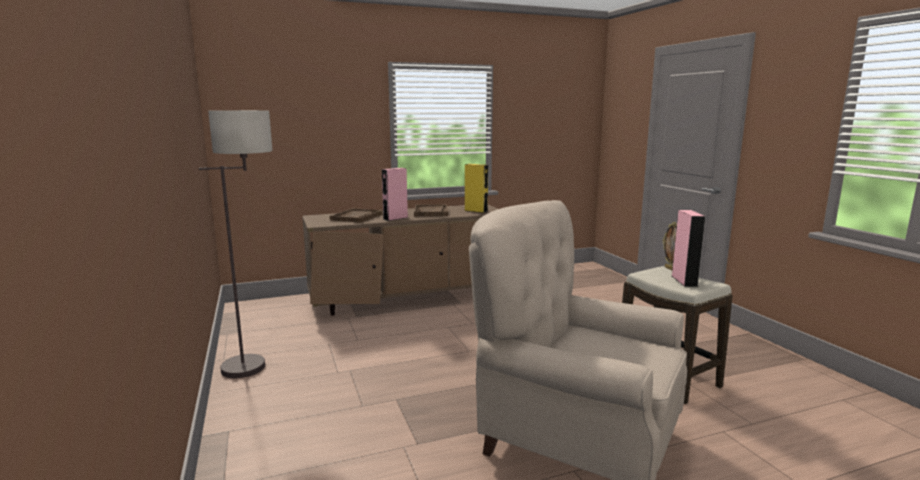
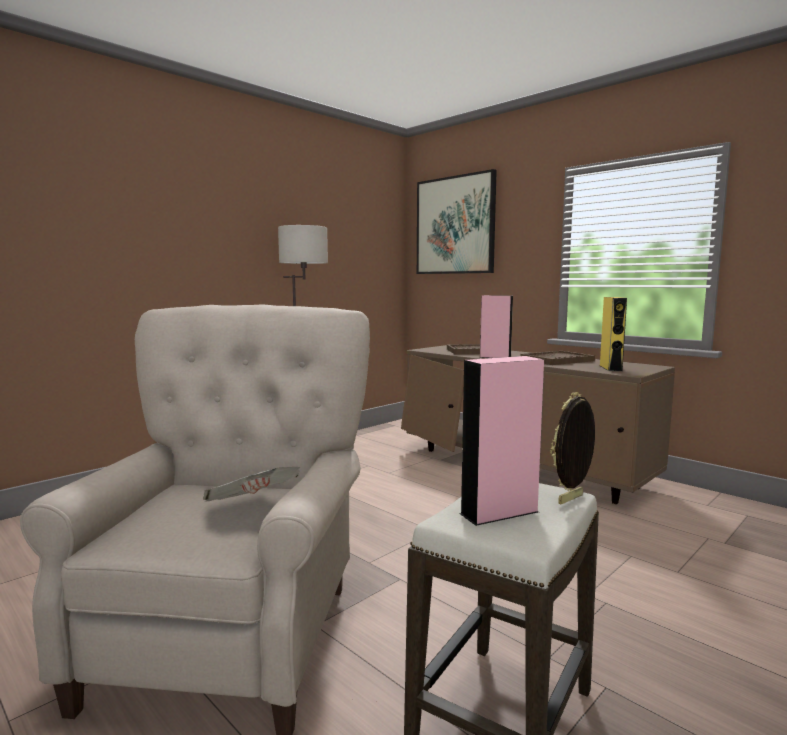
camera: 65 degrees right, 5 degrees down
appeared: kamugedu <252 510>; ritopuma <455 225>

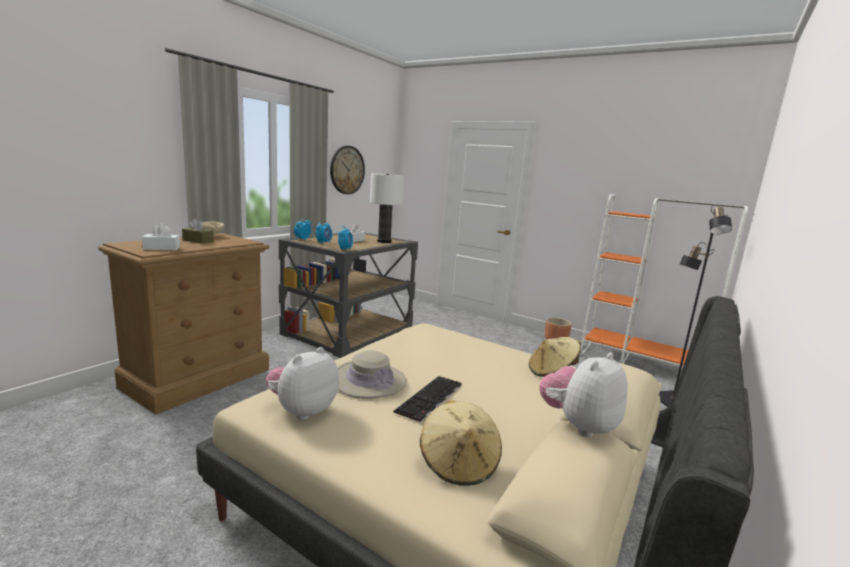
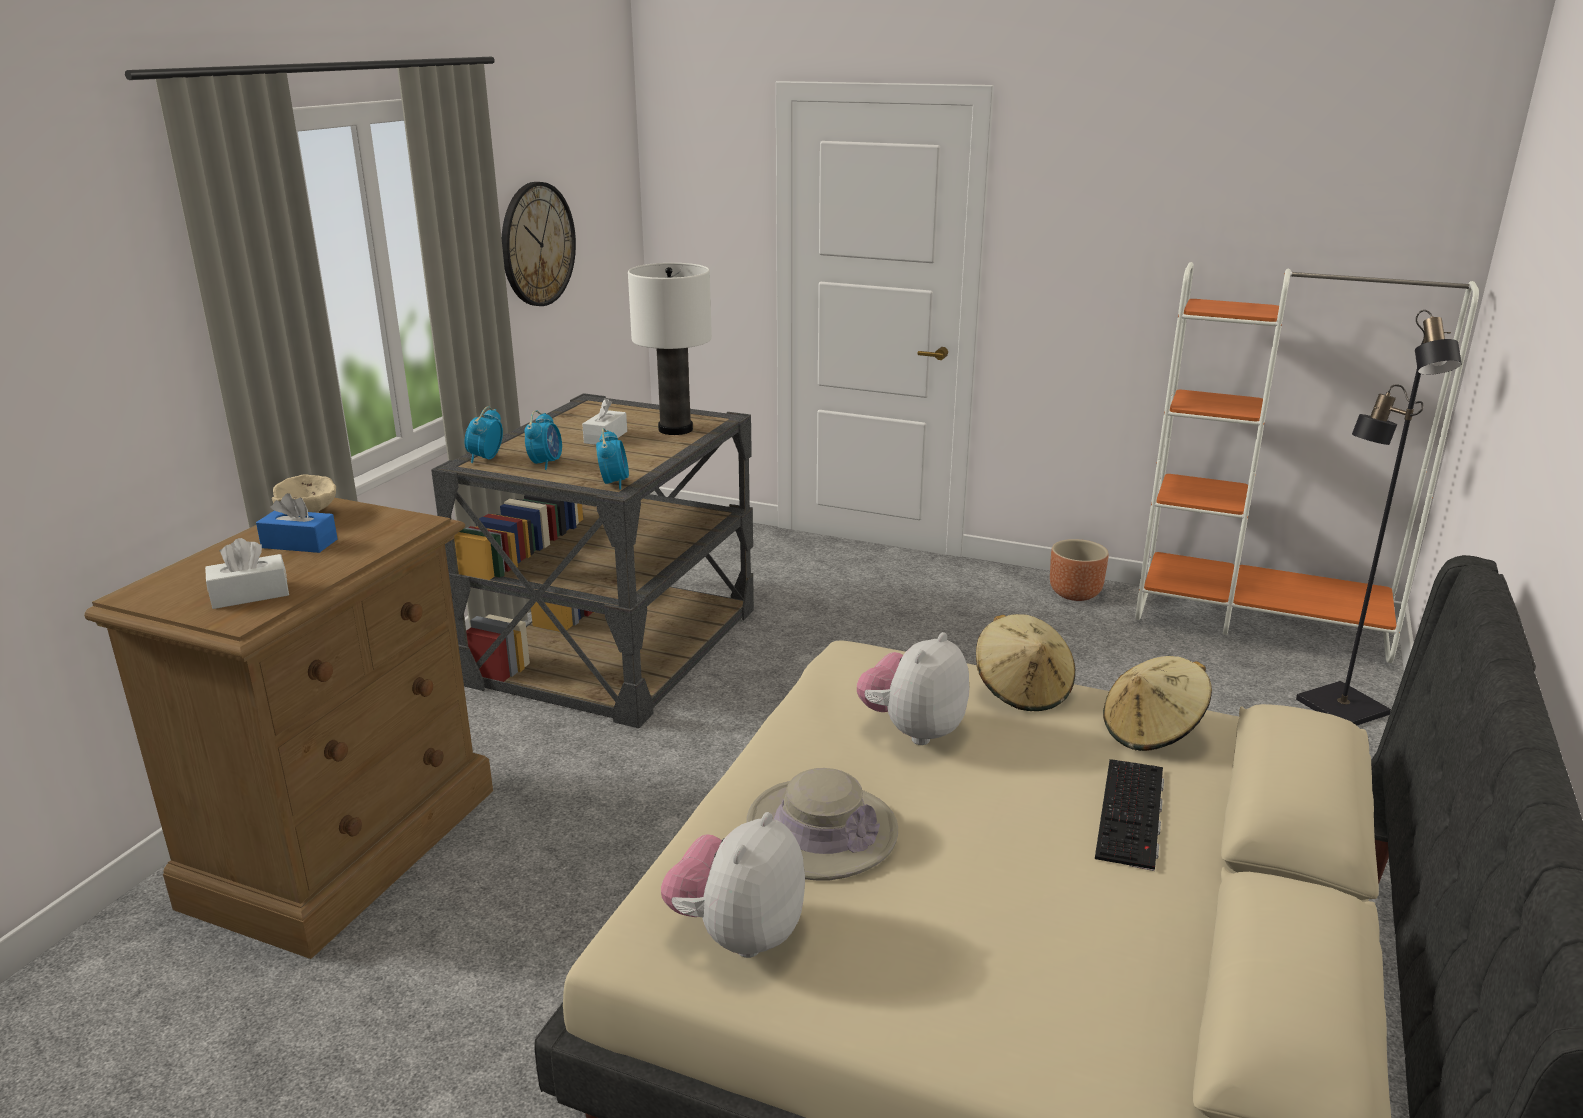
camera: 10 degrees left, 10 degrees up
relocated: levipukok <578 425> to <913 730>; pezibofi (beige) <459 463> to <1022 690>; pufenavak <430 398> to <1133 814>
colour: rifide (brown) <198 241> to rifide (blue) <299 543>

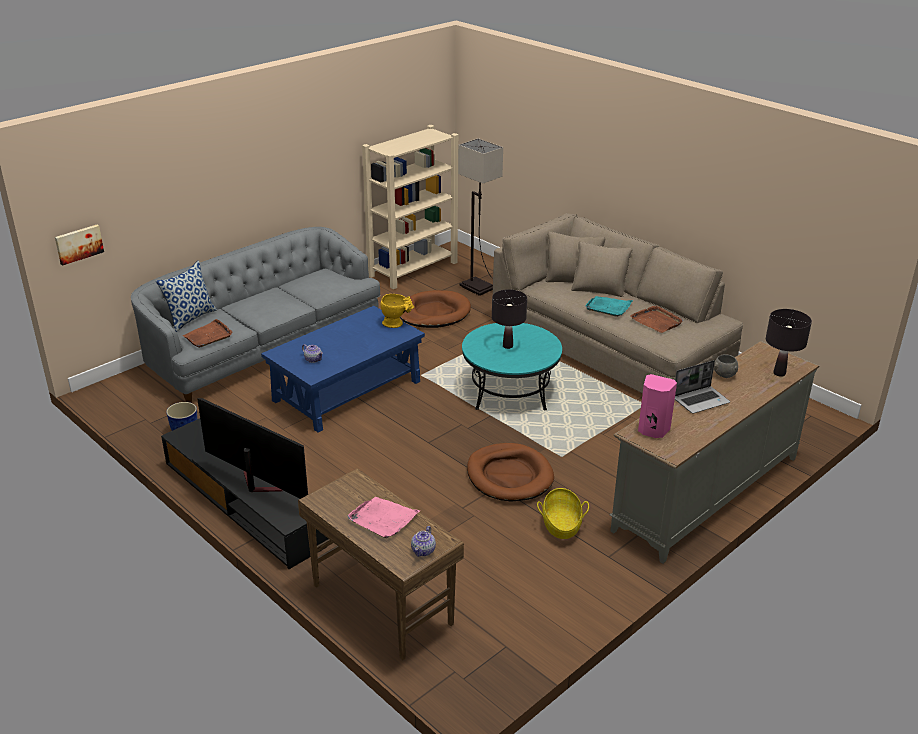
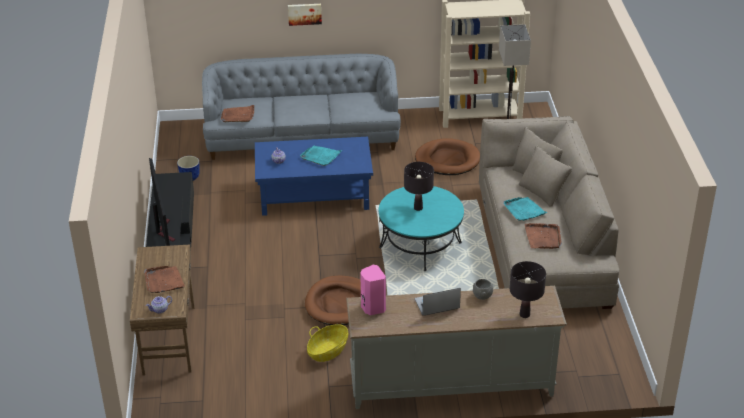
camera: 40 degrees right, 5 degrees up
missing: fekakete <191 318>; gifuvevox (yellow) <396 324>
appeared: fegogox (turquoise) <320 156>
relocated: ritopuma <78 244> to <304 13>
colour: fegogox (pink) <383 519> to fegogox (brown) <163 281>
spun: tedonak <701 400> = <436 305> 150 degrees clockwise

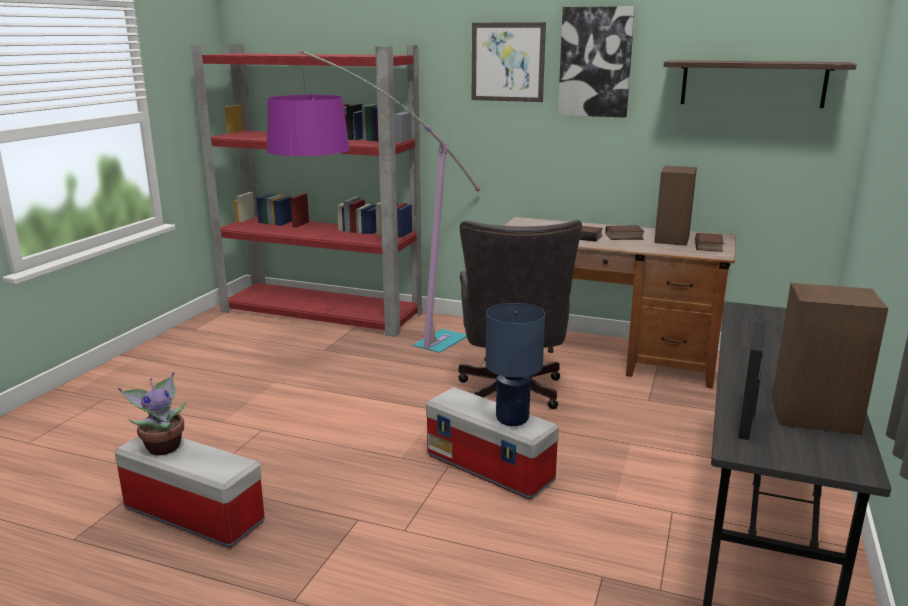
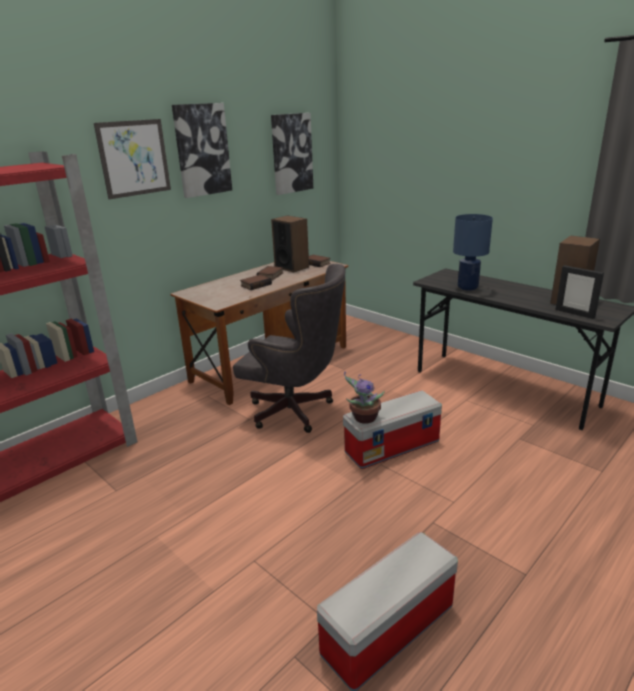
camera: 65 degrees left, 5 degrees up
missing: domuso <382 373>
relocated: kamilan <163 446> to <363 418>; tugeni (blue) <512 421> to <467 288>
exchanged: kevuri <752 83> to ritopuma <291 153>

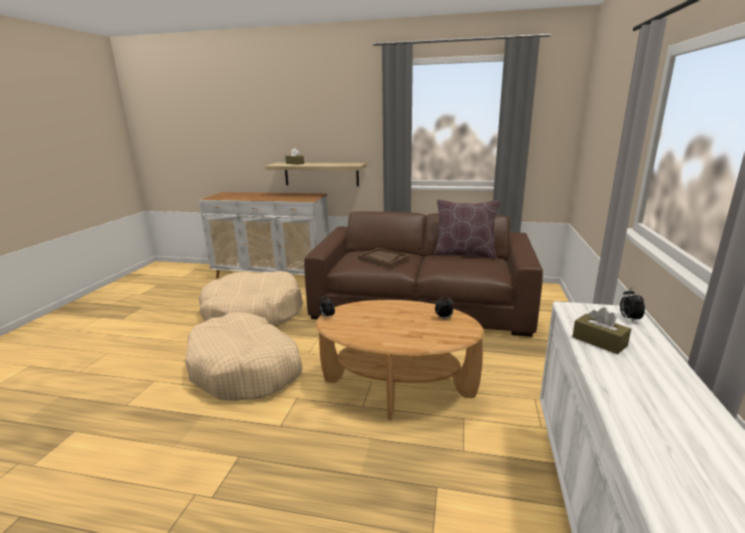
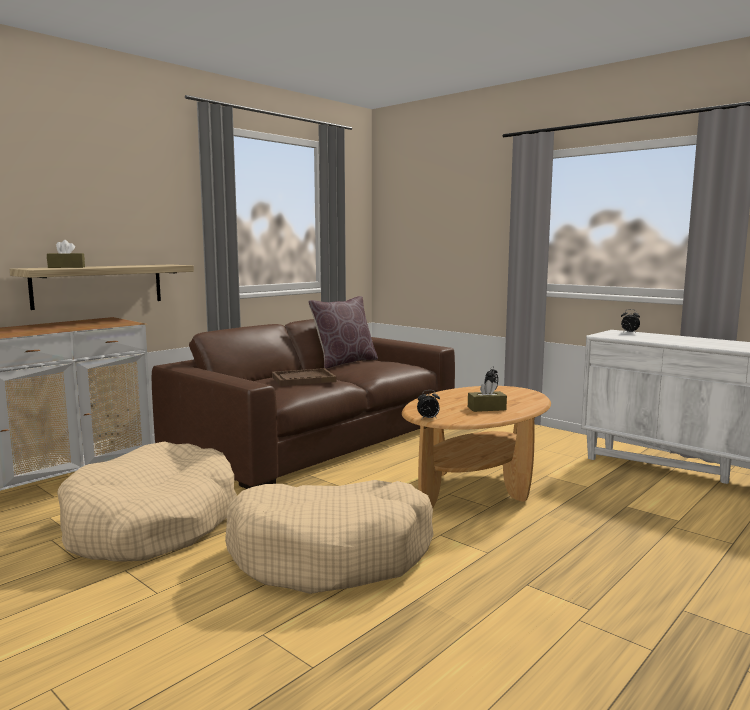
camera: 60 degrees left, 10 degrees down
relocated: rifide (brown) <599 341> to <486 408>

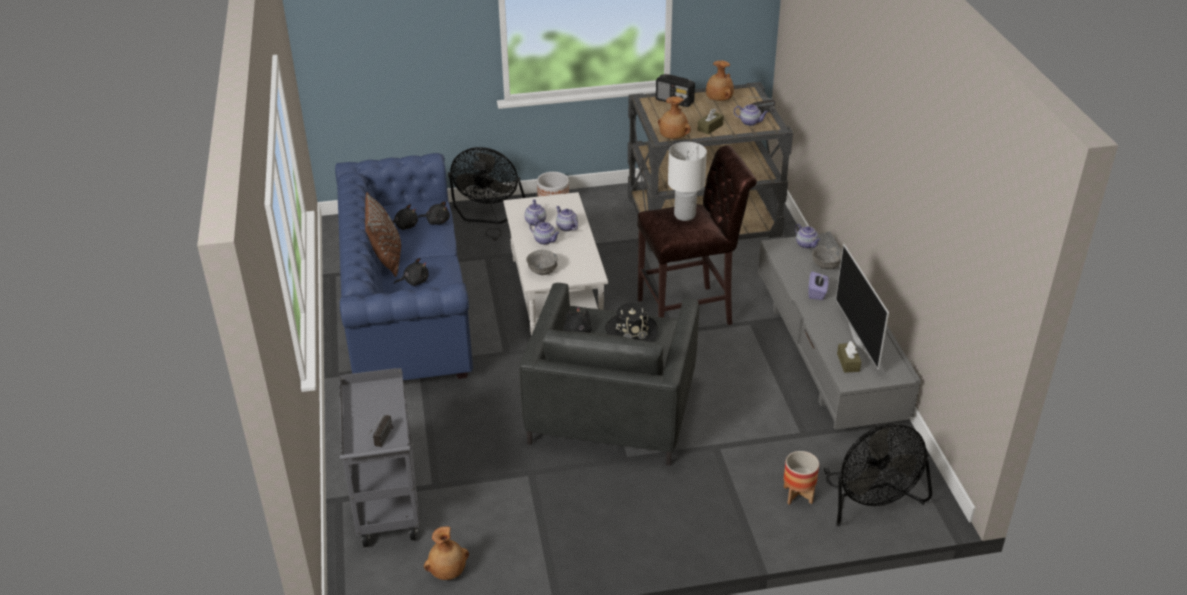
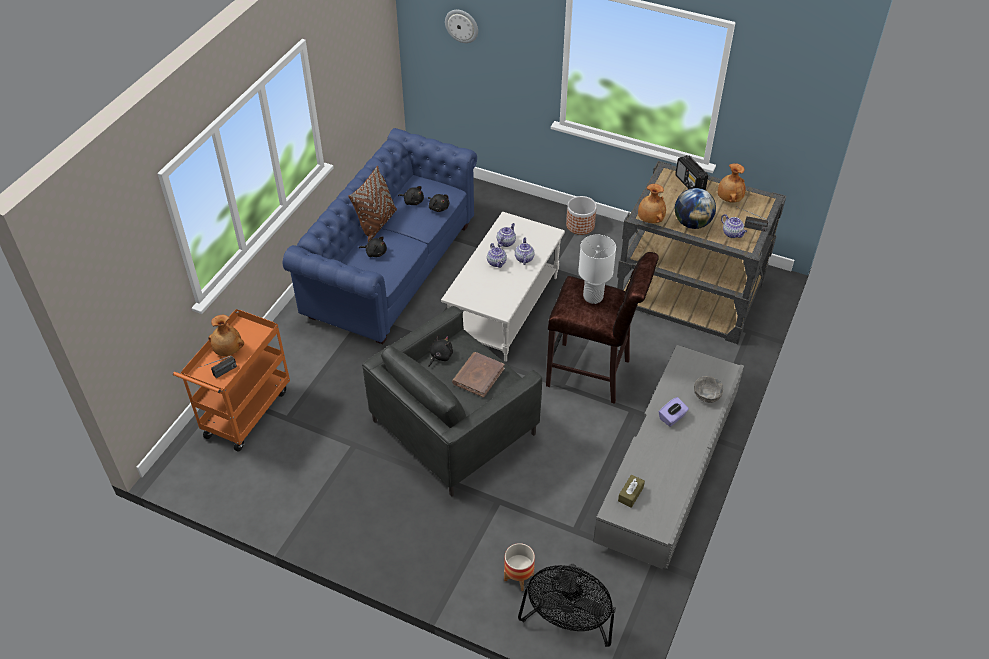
camera: 35 degrees right, 10 degrees up
missing: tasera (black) <487 217>; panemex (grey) <543 270>; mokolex <806 244>; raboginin <860 340>
appeared: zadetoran <462 25>
relocated: gifuvevox (brown) <448 572> to <228 350>
exchanged: pezibofi (black) <631 331> to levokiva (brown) <478 376>; rifide (brown) <710 127> to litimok <692 223>
colour: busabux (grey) <387 506> to busabux (orange) <246 416>

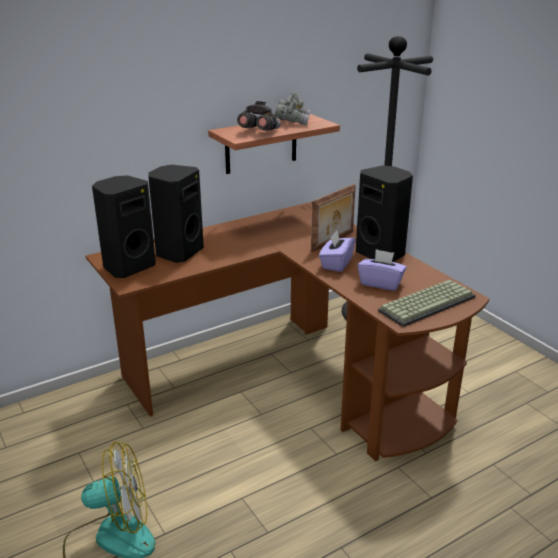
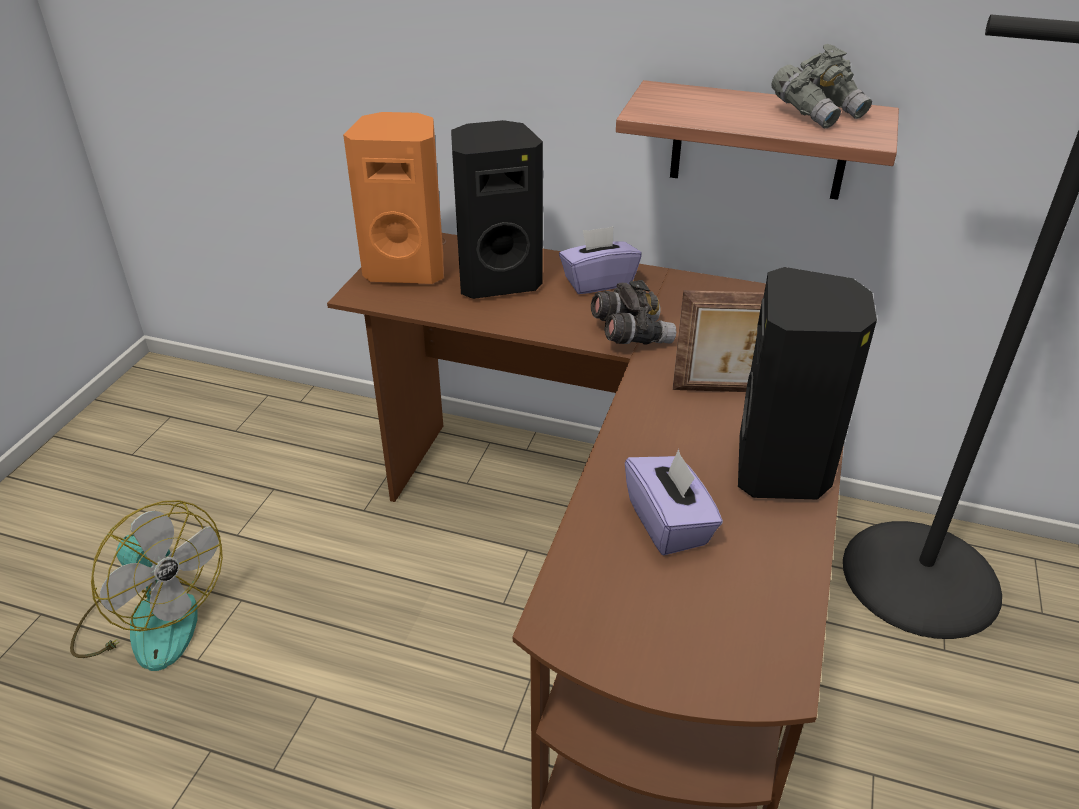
camera: 50 degrees right, 10 degrees up
missing: pufenavak <427 303>
relocated: rifide (purple) <336 263> to <598 282>; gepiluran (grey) <259 131> to <630 335>
colour: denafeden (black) <128 267> to denafeden (orange) <407 268>

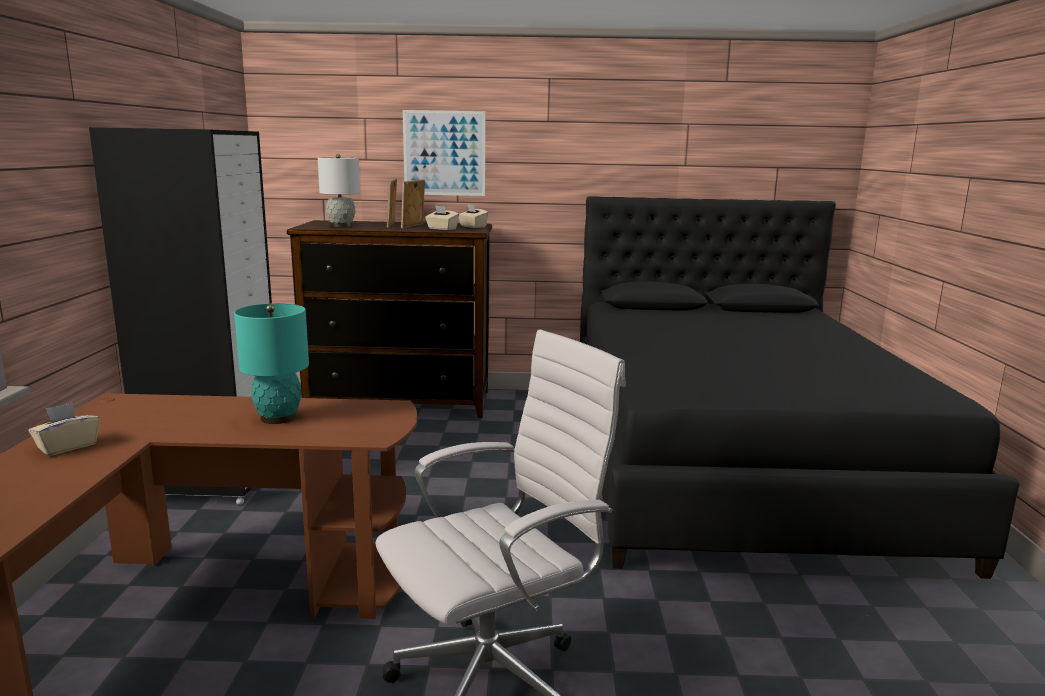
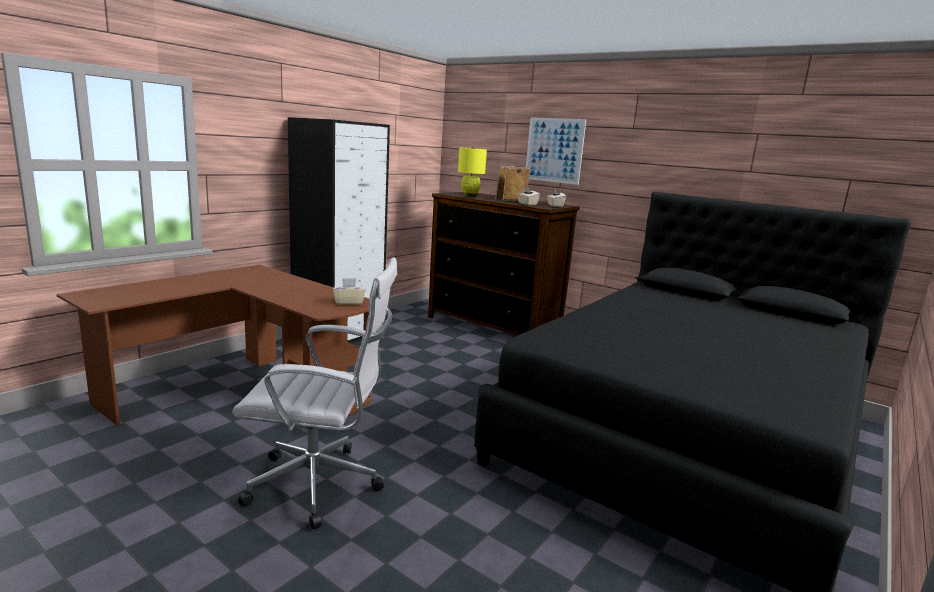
camera: 35 degrees right, 0 degrees up
missing: tugeni (turquoise) <278 418>
relocated: rifide (beige) <67 446> to <348 302>
colour: tugeni (white) <341 226> to tugeni (yellow) <470 195>

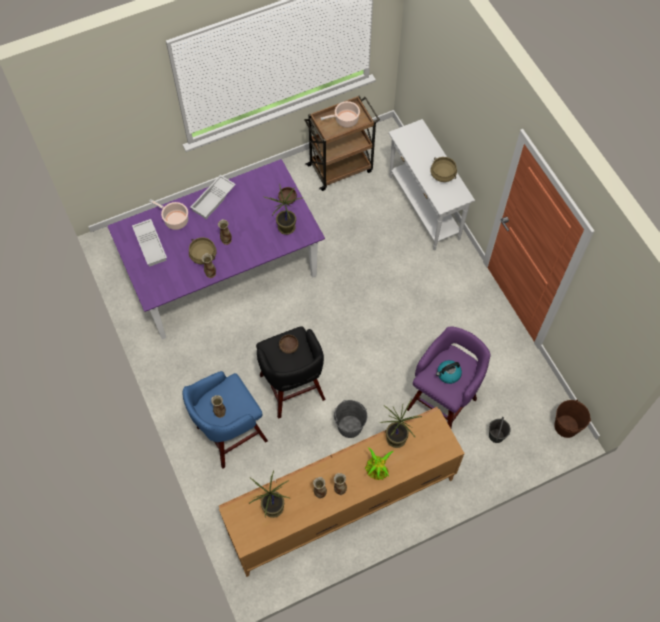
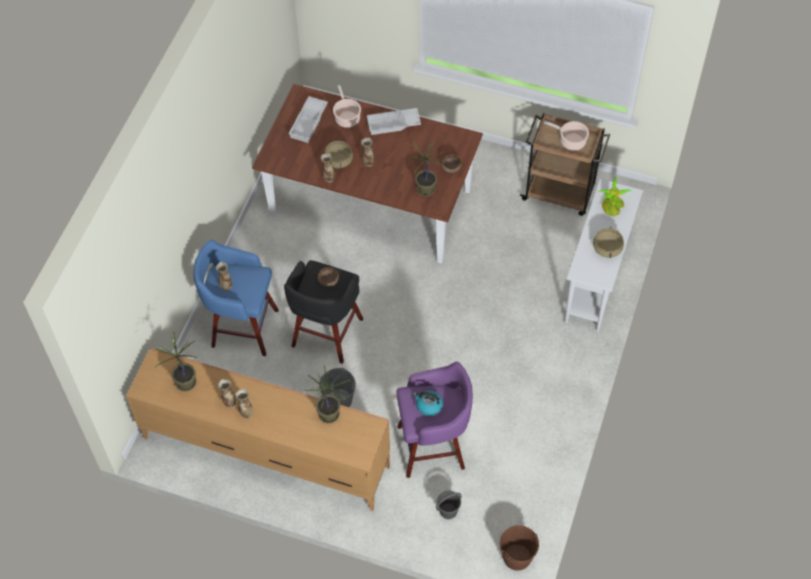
camera: 45 degrees right, 5 degrees down
relocated: kamilan <377 470> to <611 208>
colour: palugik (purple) <224 272> to palugik (brown) <371 202>

